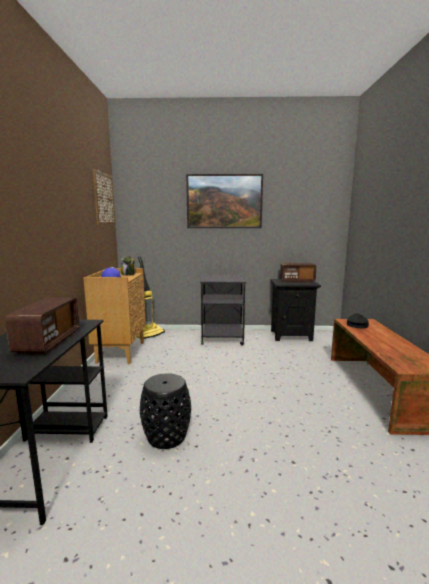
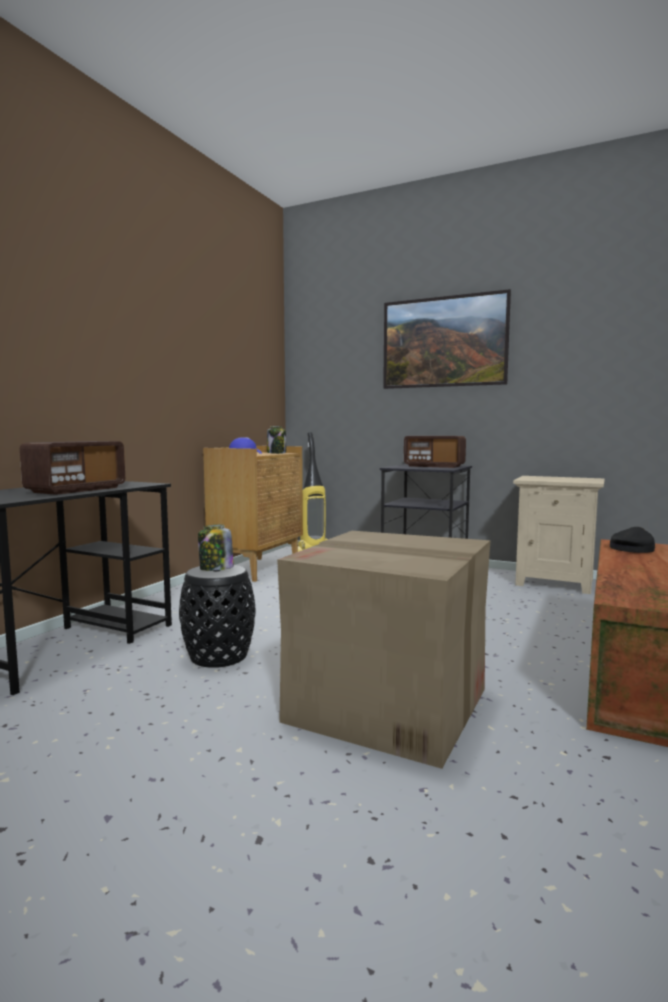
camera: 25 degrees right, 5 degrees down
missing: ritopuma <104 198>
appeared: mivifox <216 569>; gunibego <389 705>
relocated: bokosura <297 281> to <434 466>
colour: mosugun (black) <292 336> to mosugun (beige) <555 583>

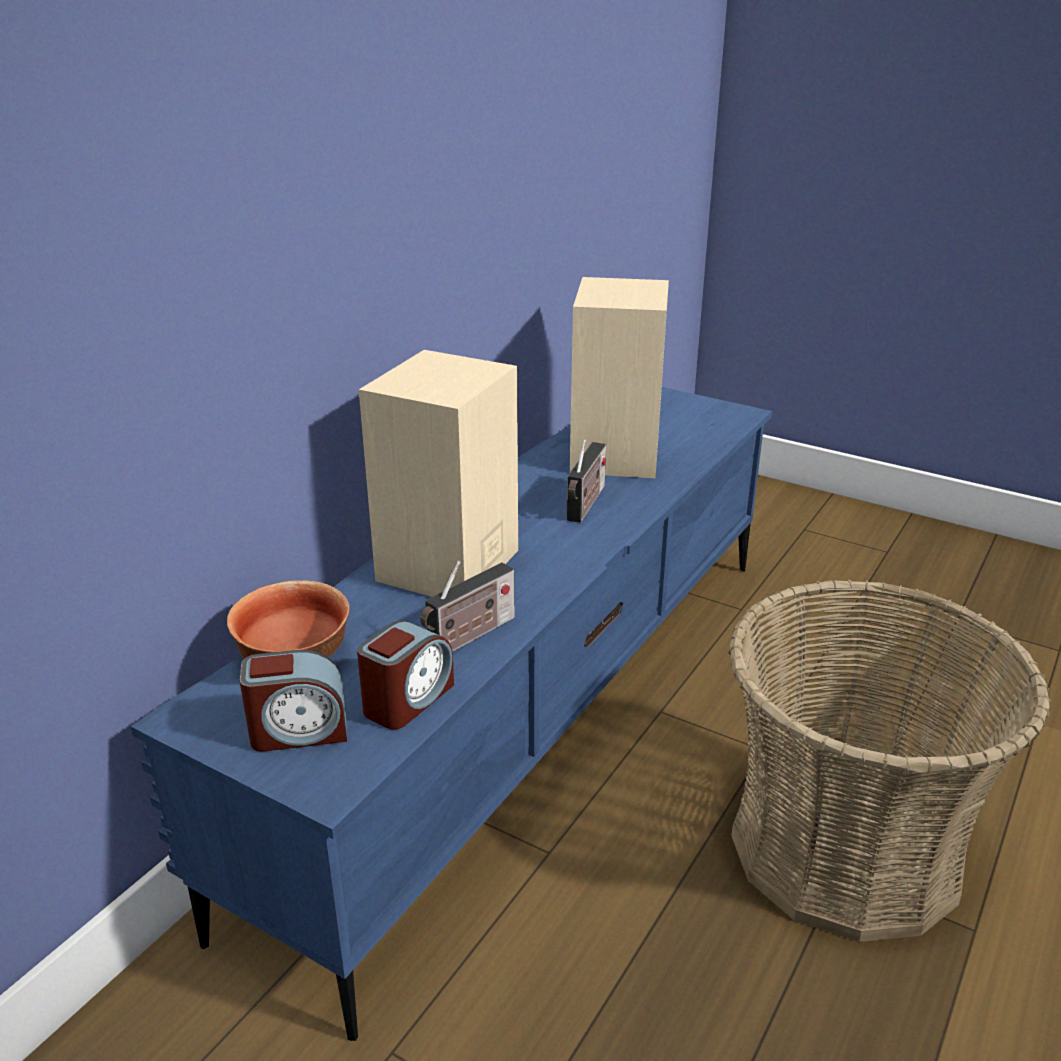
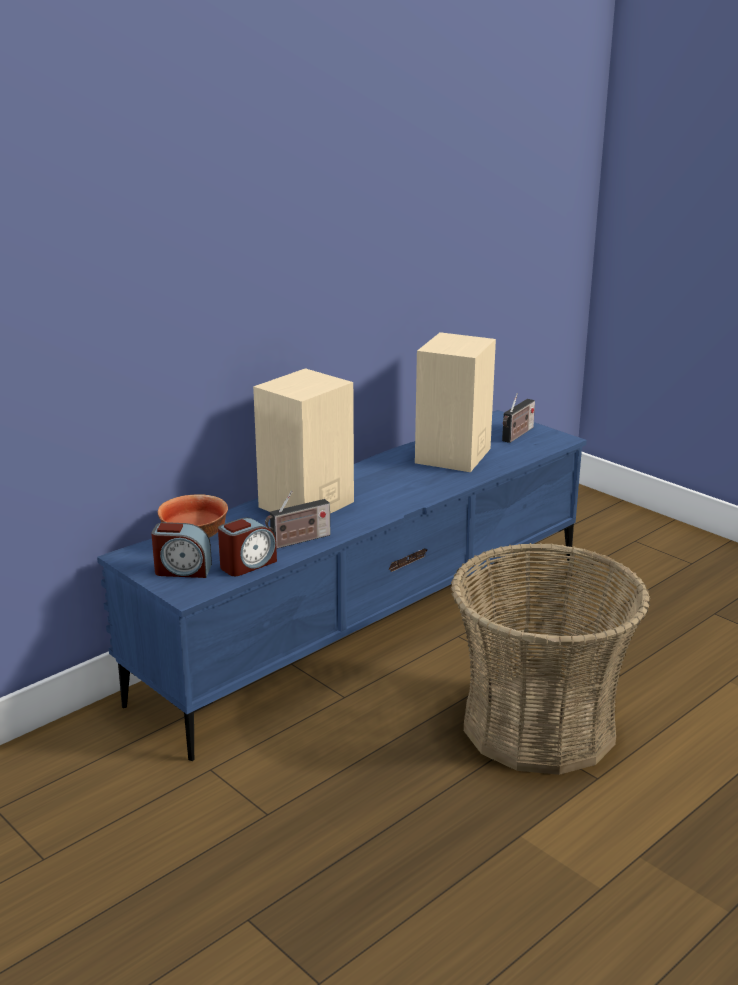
camera: 15 degrees right, 5 degrees down
relocated: bokosura <585 505> to <517 435>

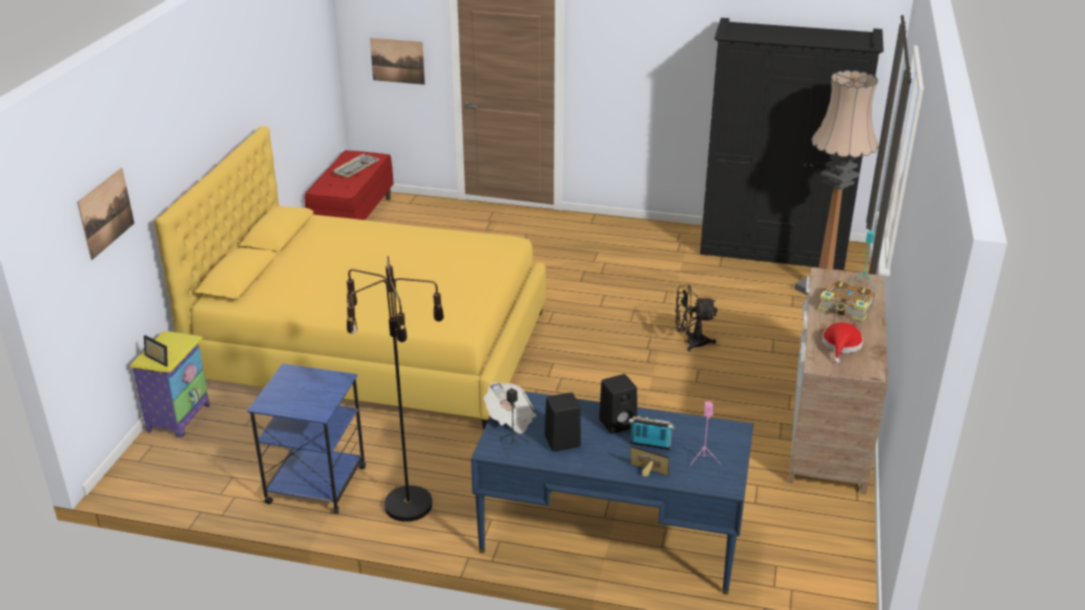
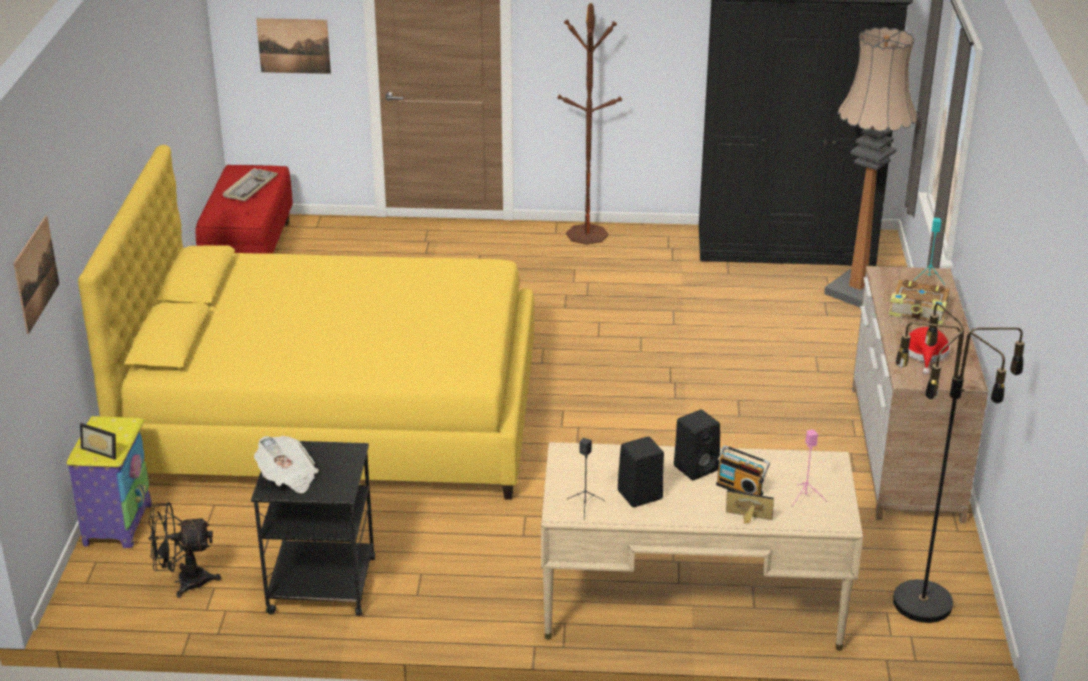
camera: 10 degrees left, 0 degrees up
appeared: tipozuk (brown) <587 234>
relocated: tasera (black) <690 342> to <184 581>; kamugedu <510 418> to <288 477>; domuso <407 505> to <921 604>
colour: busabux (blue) <315 484> to busabux (black) <320 584>; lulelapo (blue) <610 535> to lulelapo (beige) <692 602>
spun: bokosura <650 445> = <740 488> 150 degrees counterclockwise

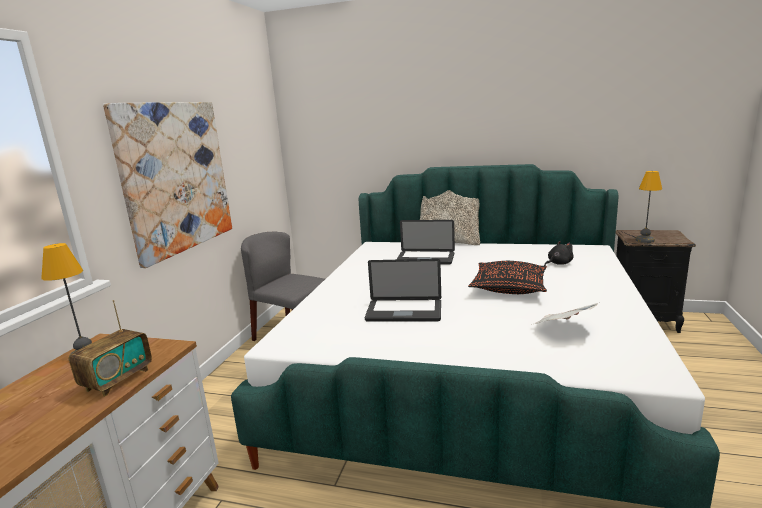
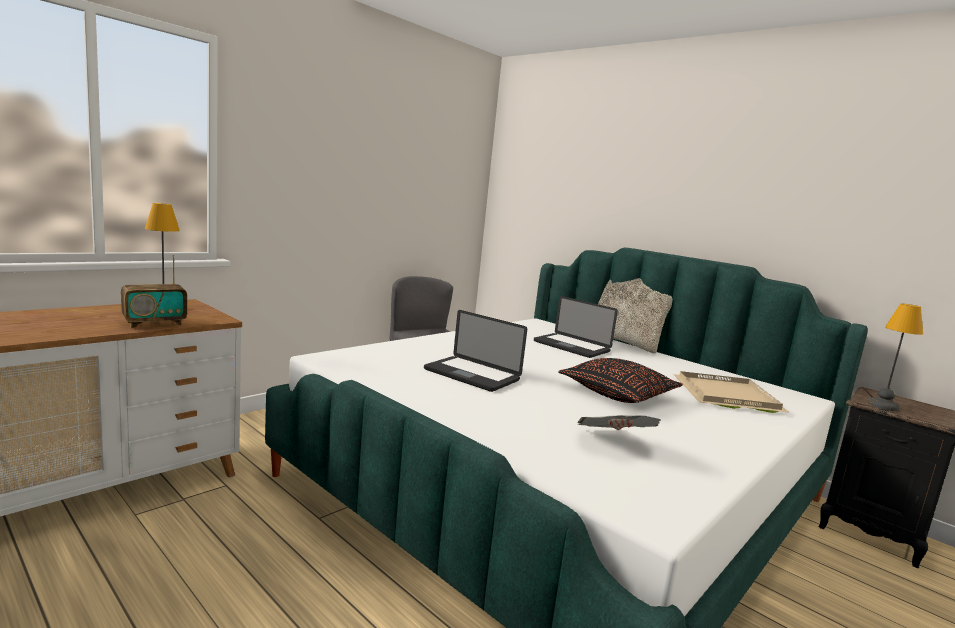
camera: 25 degrees right, 5 degrees down
missing: ritopuma <176 177>
exchanged: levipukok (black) <558 263> to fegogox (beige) <724 395>

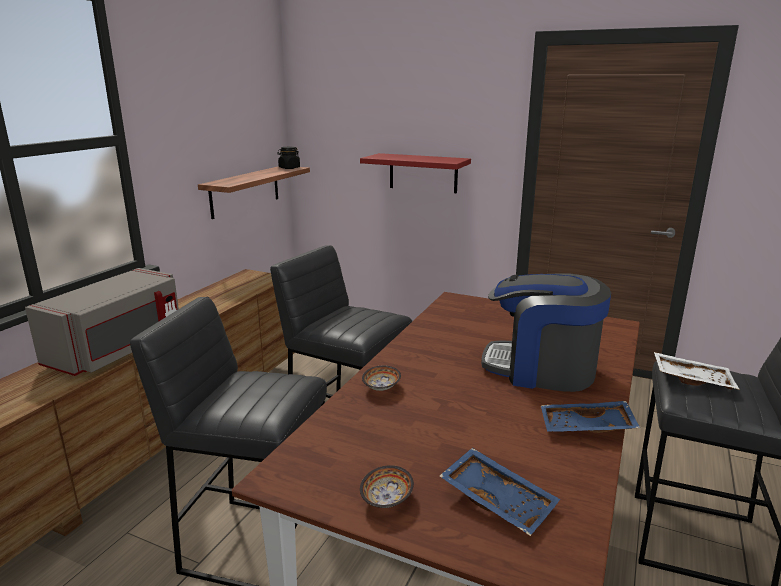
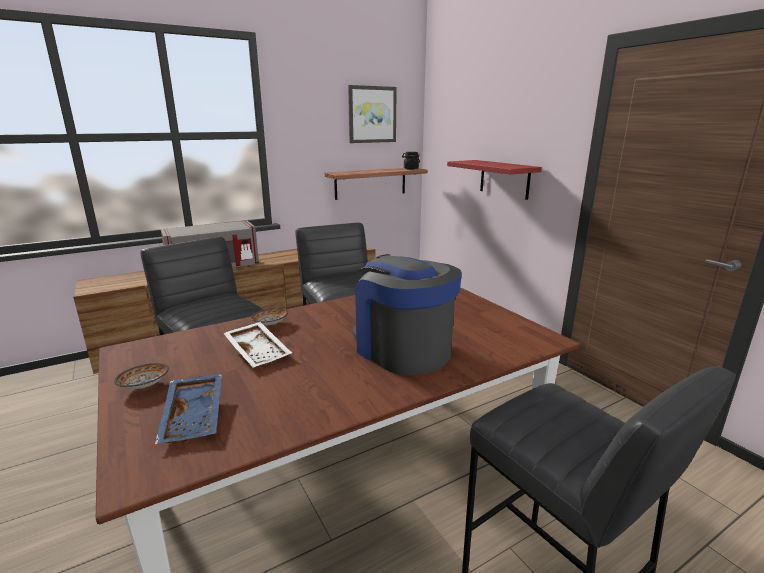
camera: 35 degrees right, 0 degrees up
missing: fegogox (blue) <586 428>
appeared: ritopuma <372 114>
relocated: fegogox (white) <692 379> to <259 352>

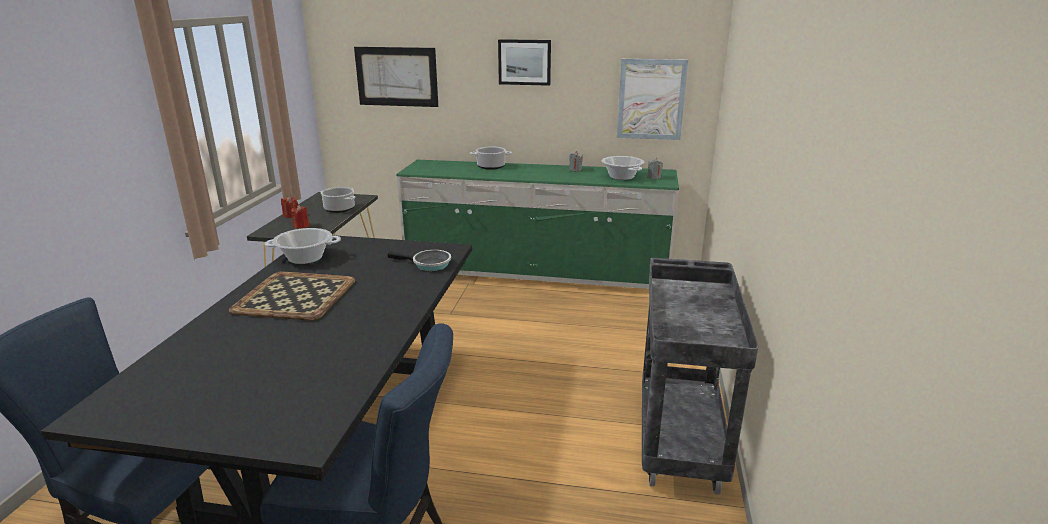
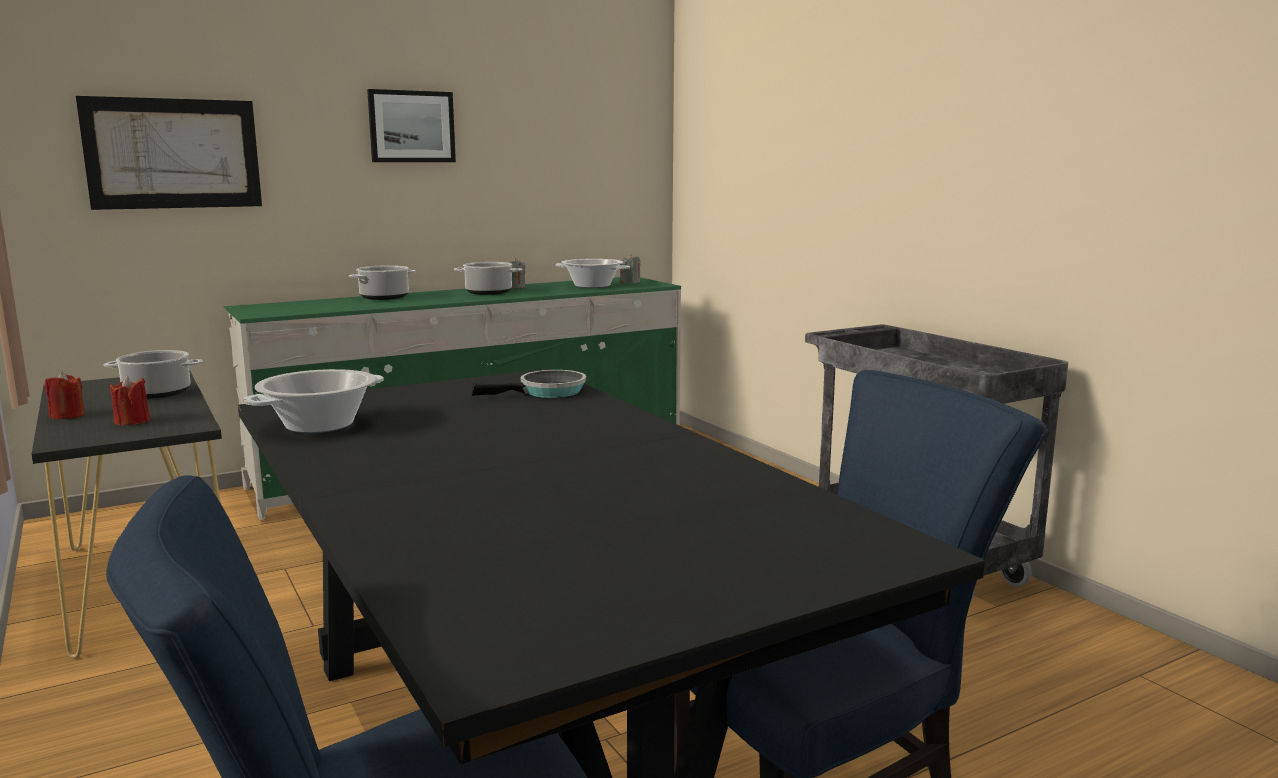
camera: 40 degrees left, 10 degrees down
missing: fegogox <294 296>; ritopuma <651 99>
appeared: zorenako <489 292>

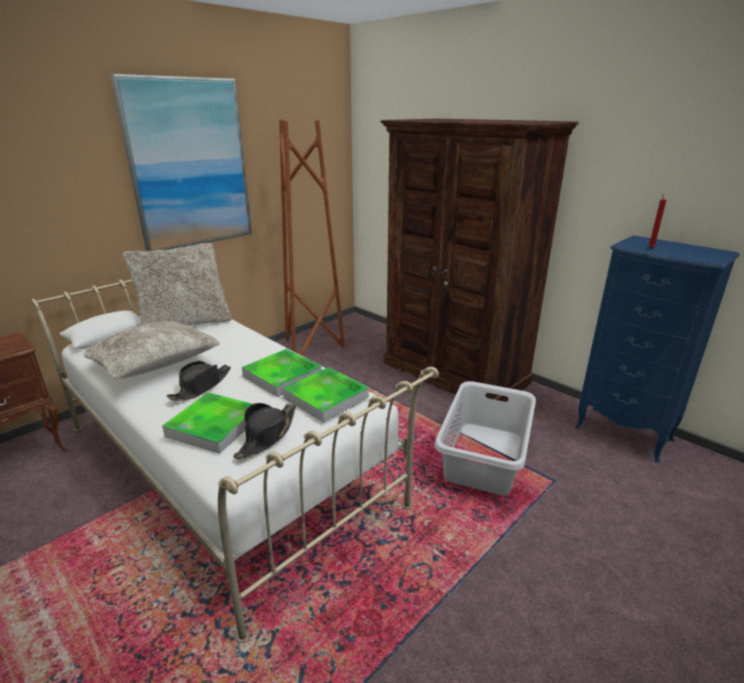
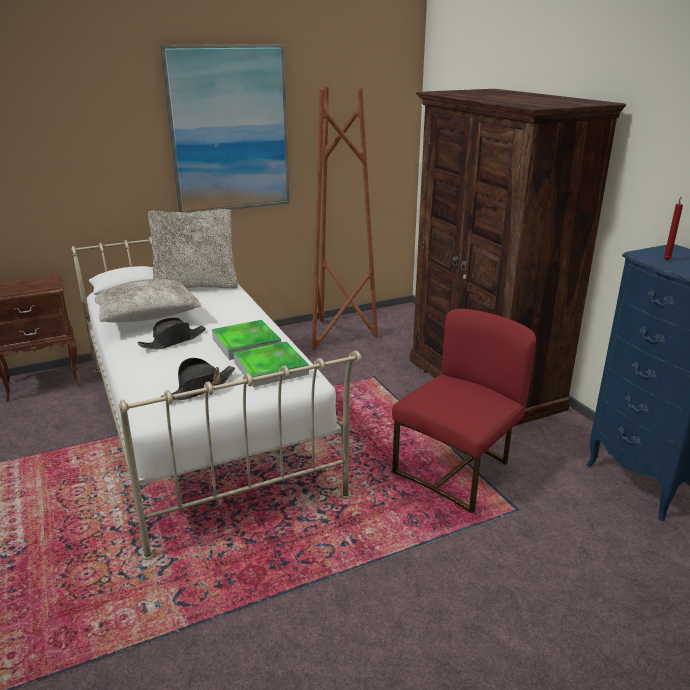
camera: 20 degrees right, 0 degrees up
missing: fegogox <214 426>
exchanged: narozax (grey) <485 456> to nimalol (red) <457 471>

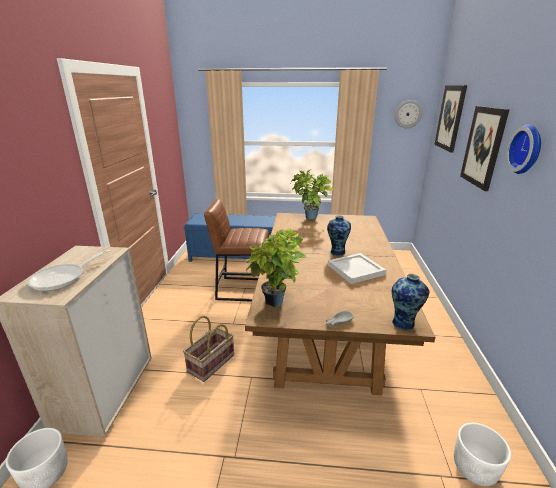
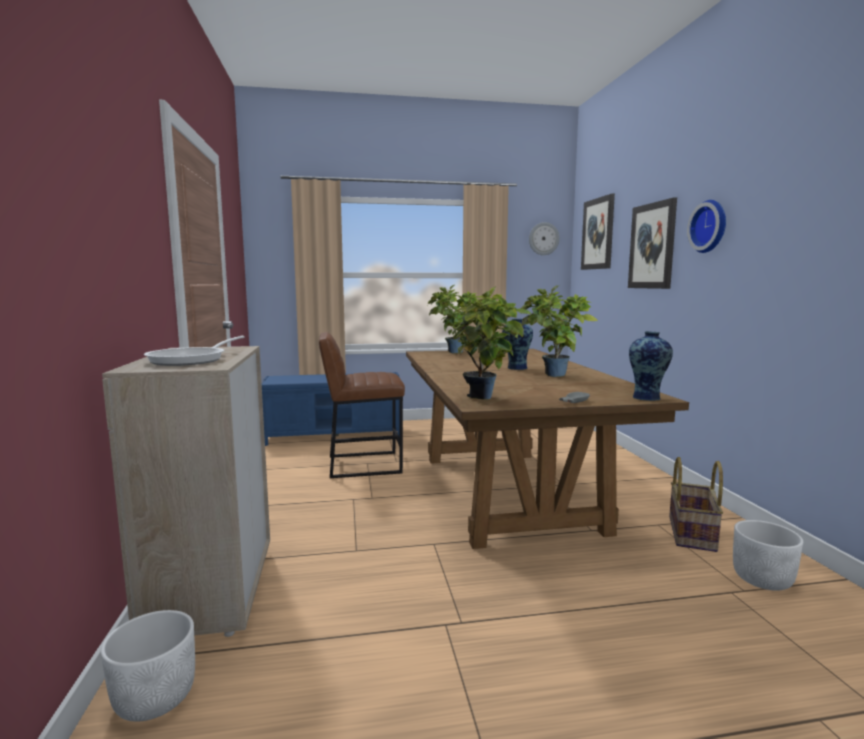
camera: 15 degrees left, 15 degrees down
relocated: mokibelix <211 363> to <693 534>
exchanged: fegogox (white) <355 270> to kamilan <553 376>

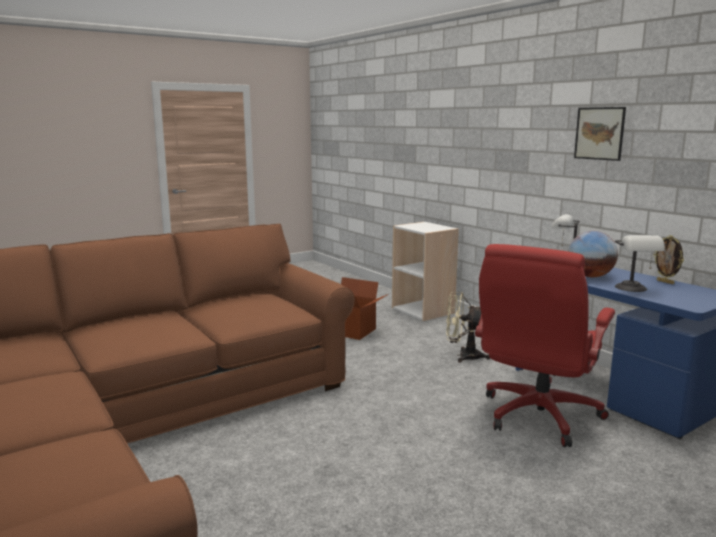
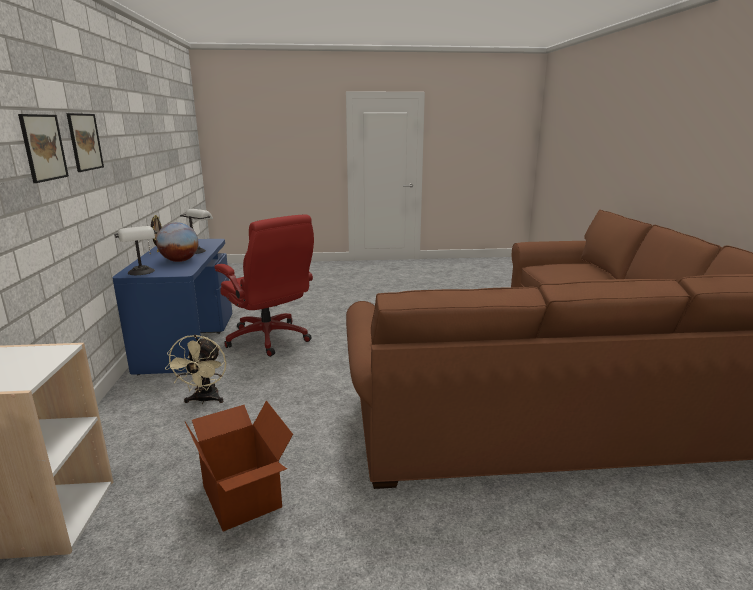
camera: 150 degrees left, 5 degrees up
appeared: ritopuma <43 147>
spun: tasera (beige) <463 356> = <204 400> 45 degrees clockwise; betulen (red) <536 418> = <270 340> 75 degrees clockwise

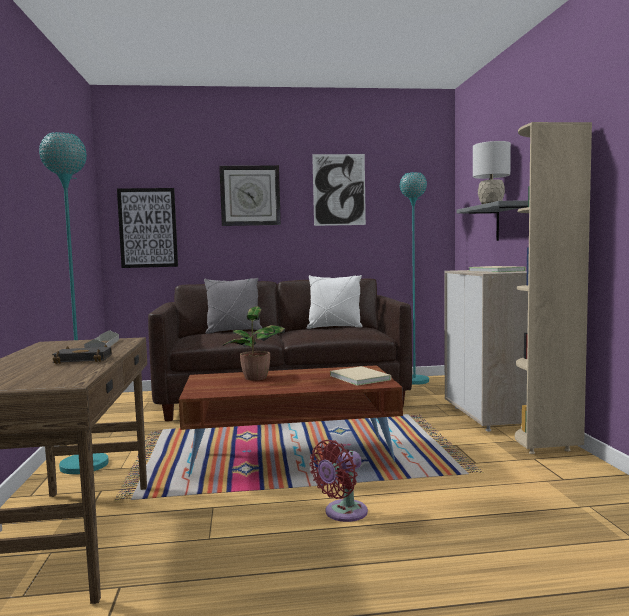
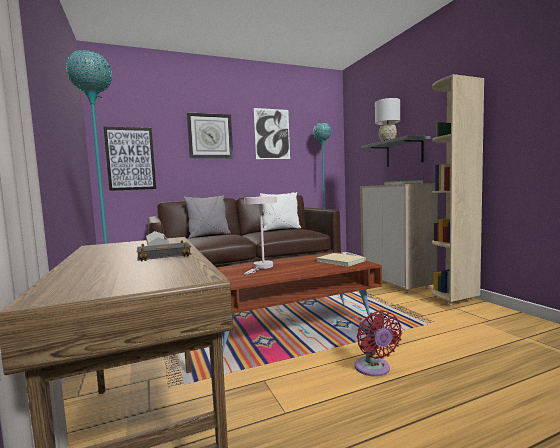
camera: 15 degrees left, 0 degrees up
exchanged: kamilan <256 378> to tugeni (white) <262 267>
spun: tasera (red) <342 513> = <374 369> 45 degrees counterclockwise

